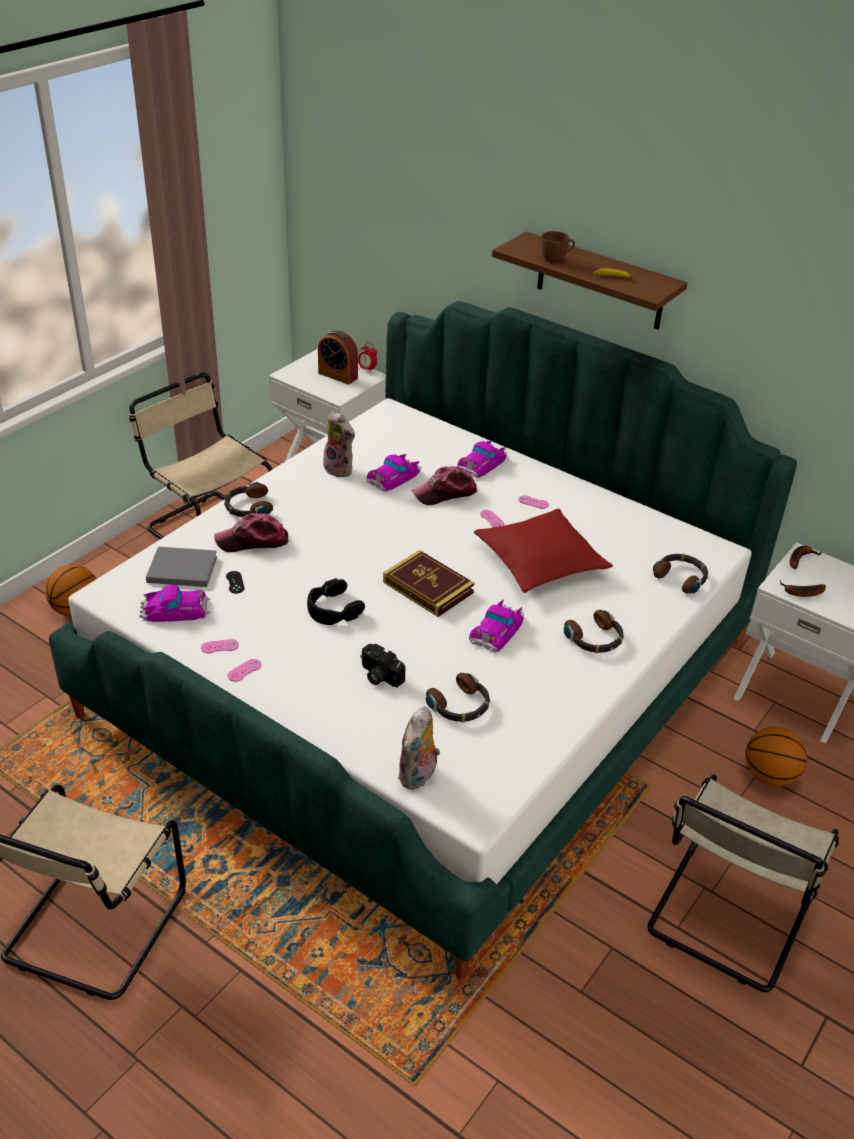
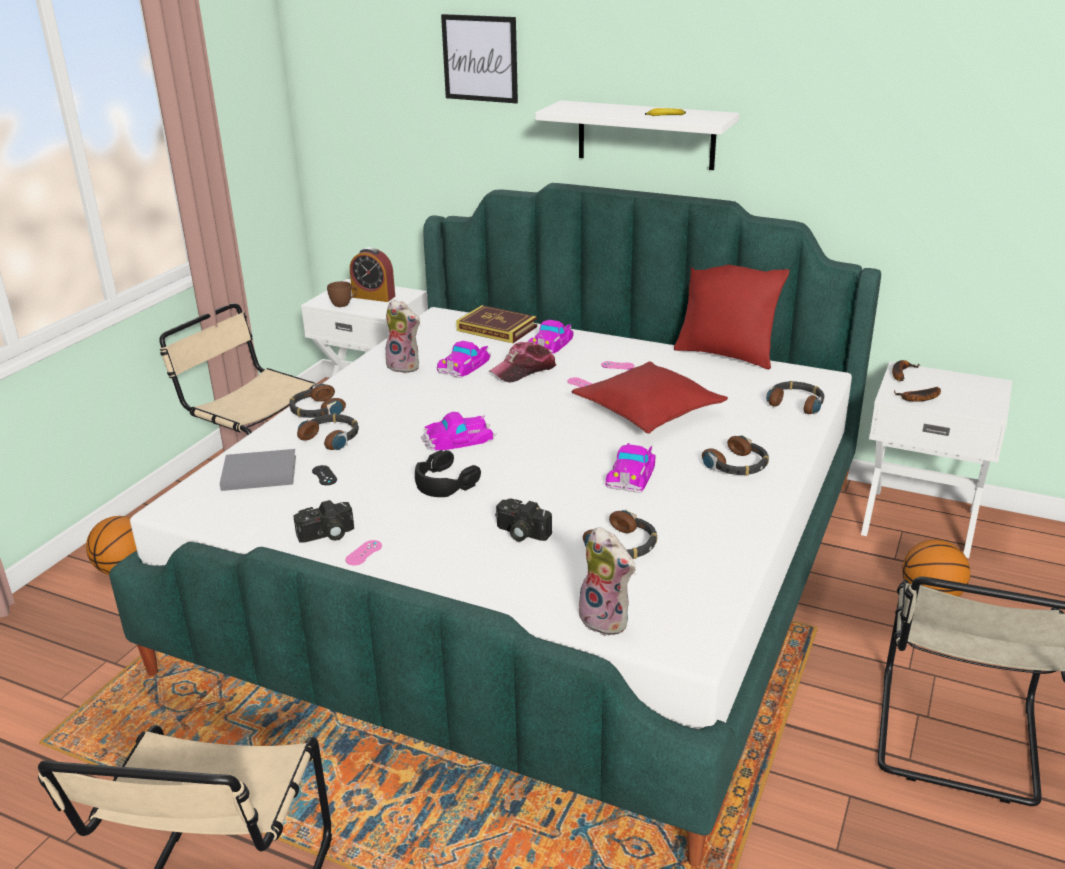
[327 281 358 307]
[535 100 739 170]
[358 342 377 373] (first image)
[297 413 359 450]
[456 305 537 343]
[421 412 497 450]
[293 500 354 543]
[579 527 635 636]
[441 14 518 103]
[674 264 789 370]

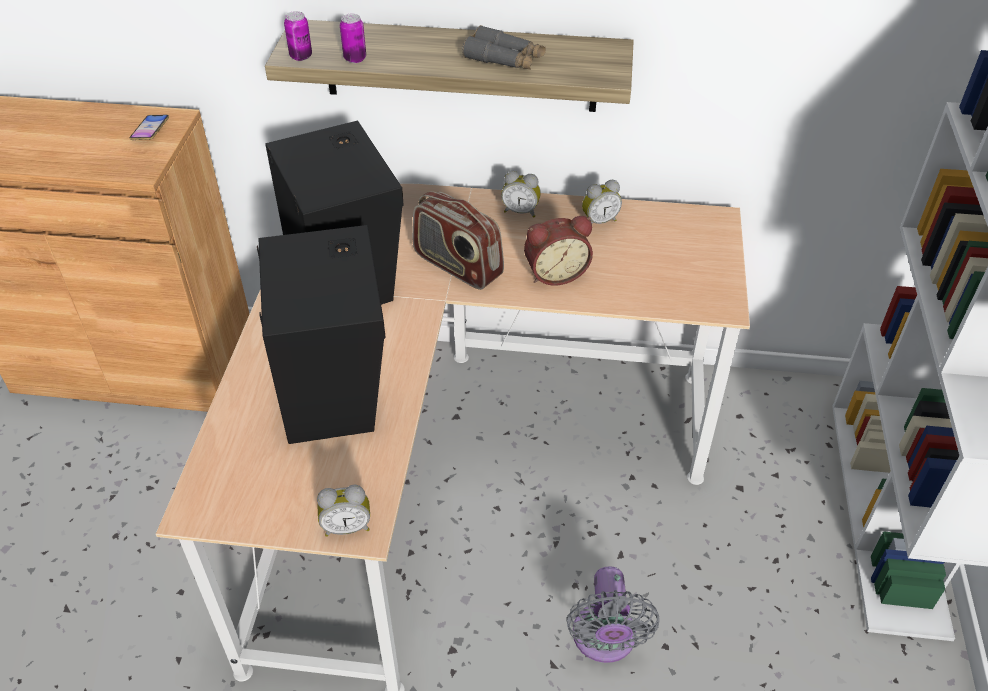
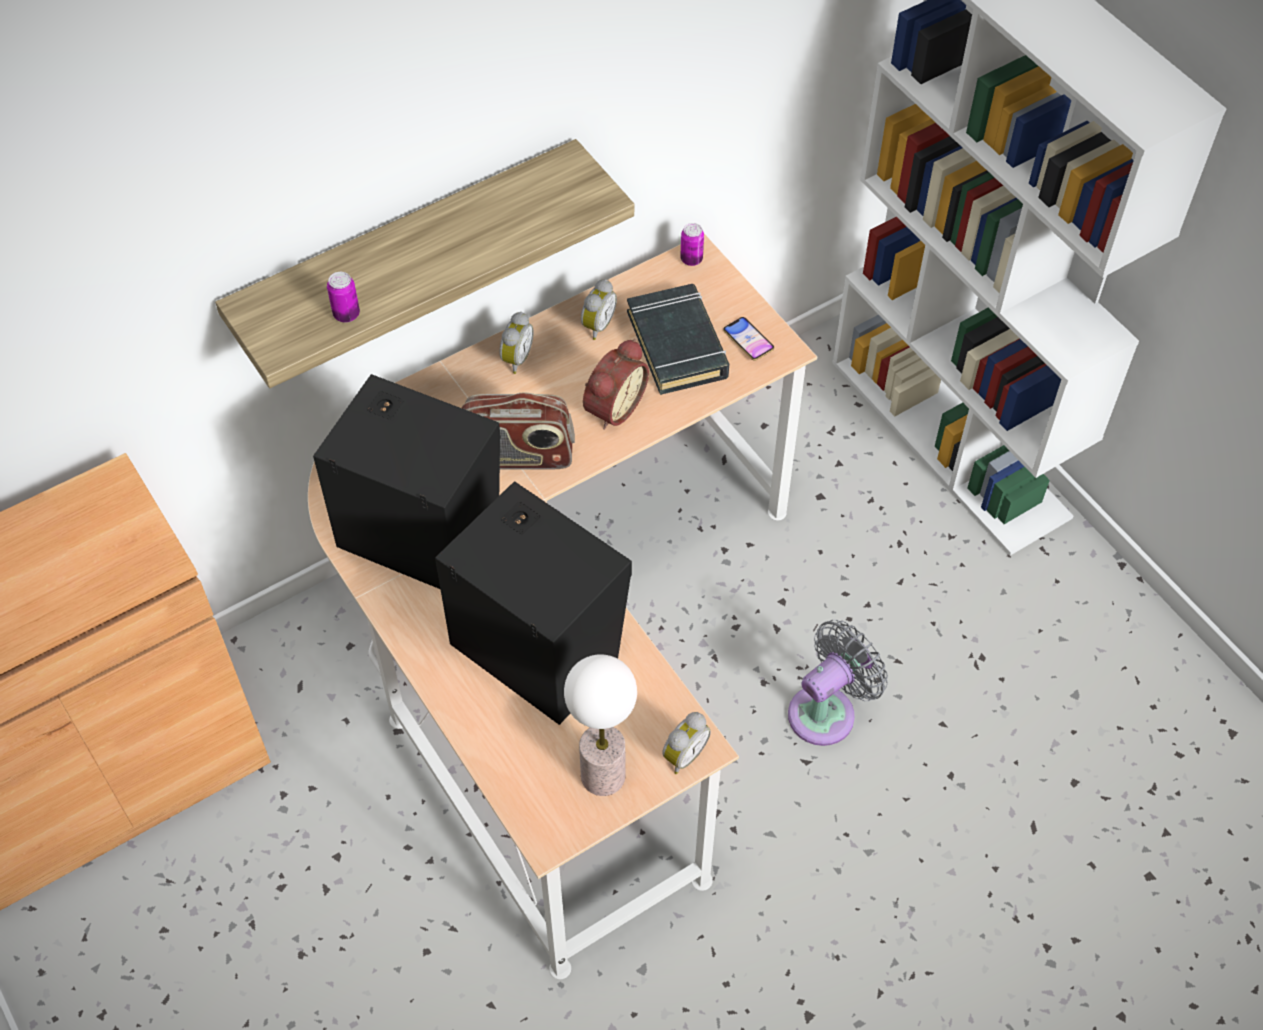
[680 223 704 266]
[462 25 546 70] (first image)
[723 317 775 361]
[500 312 534 374]
[788 620 888 746]
[627 284 729 395]
[564 654 637 796]

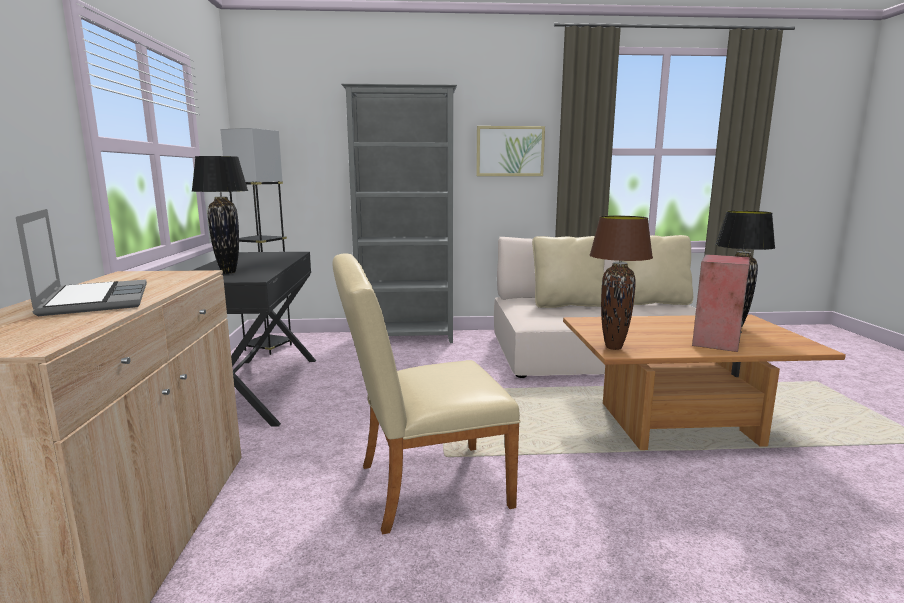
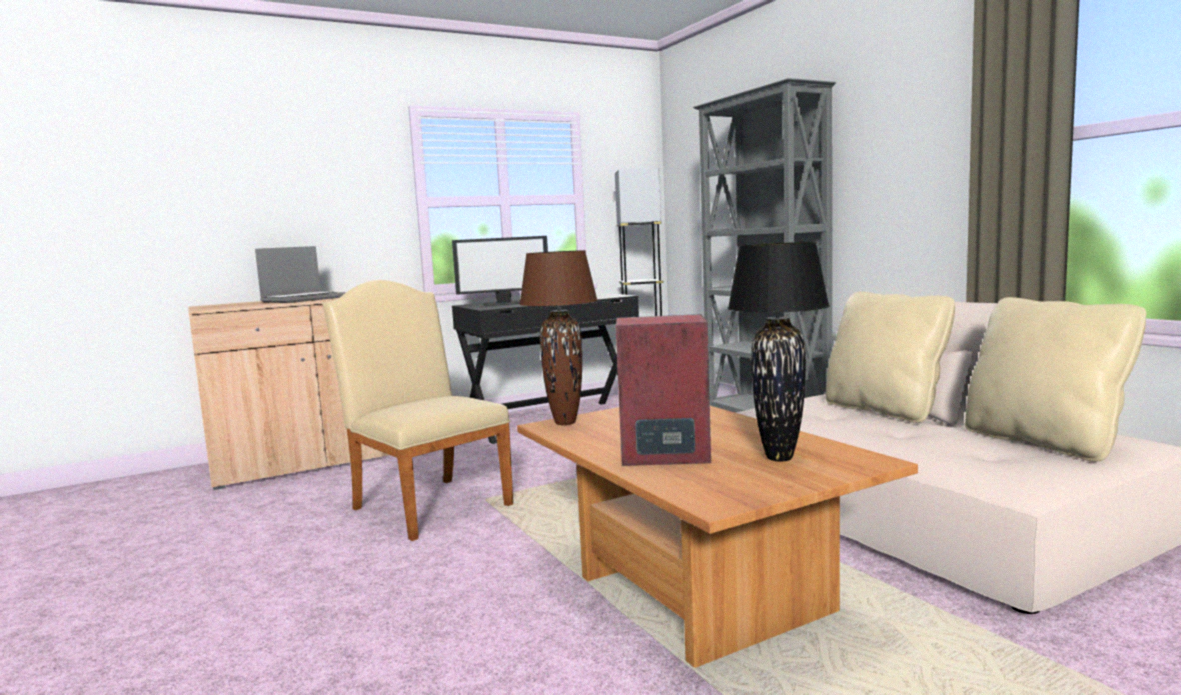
[476 126 545 176] (first image)
[452 236 548 306]

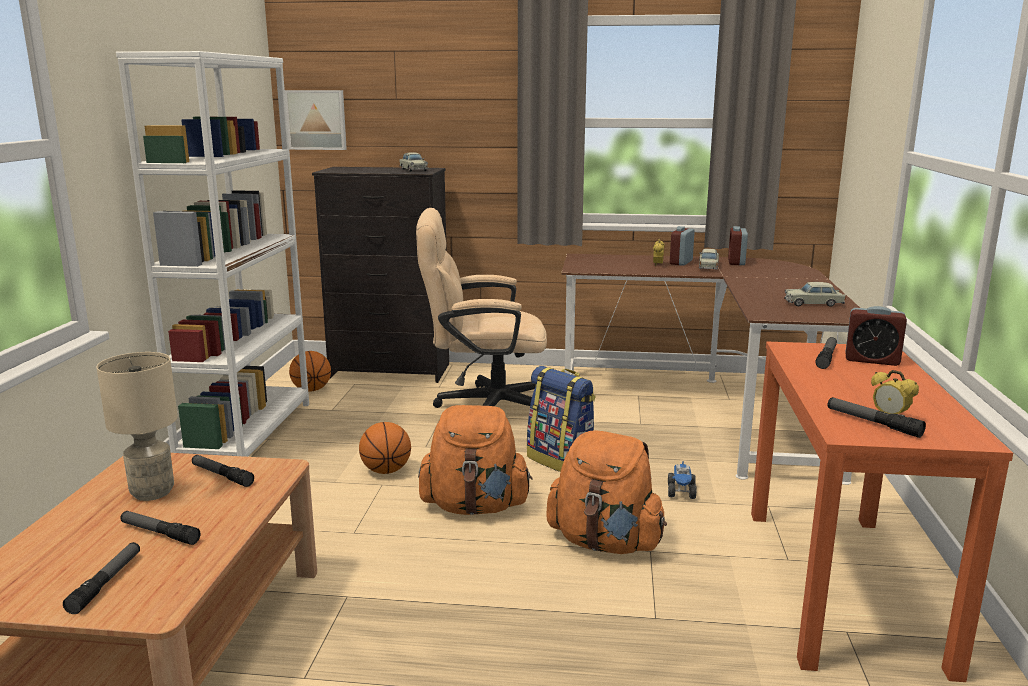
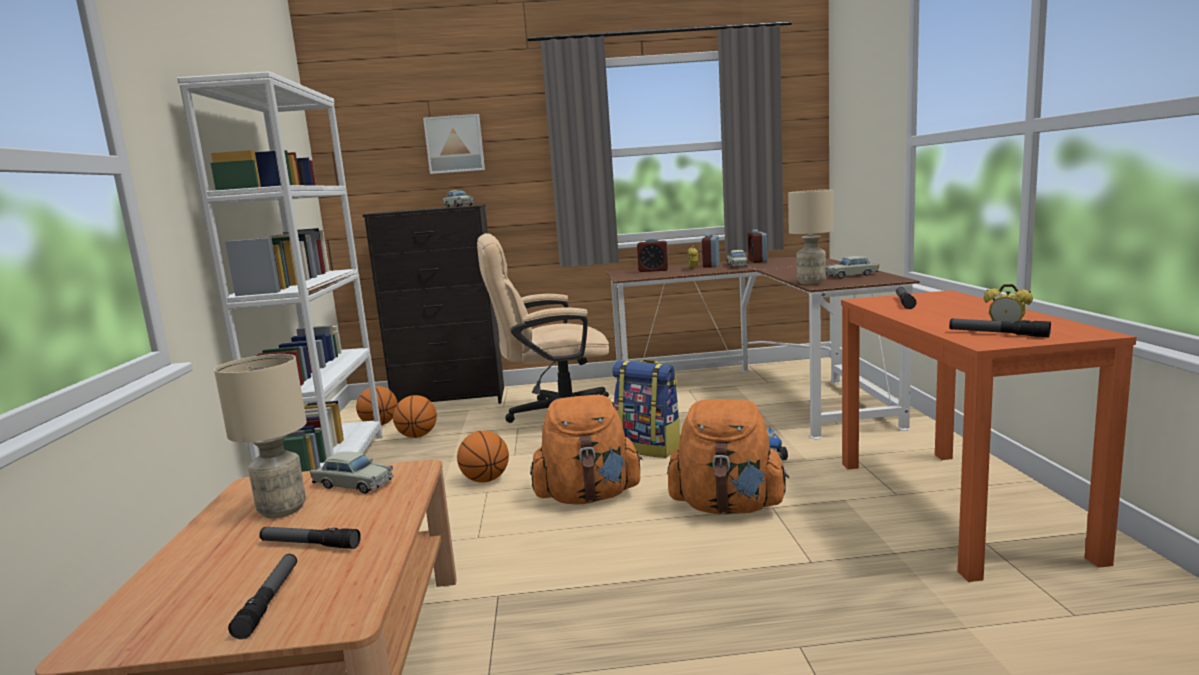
[423 114 485 174]
[637 238 668 272]
[310 452 393 494]
[788 189 833 285]
[393 395 437 438]

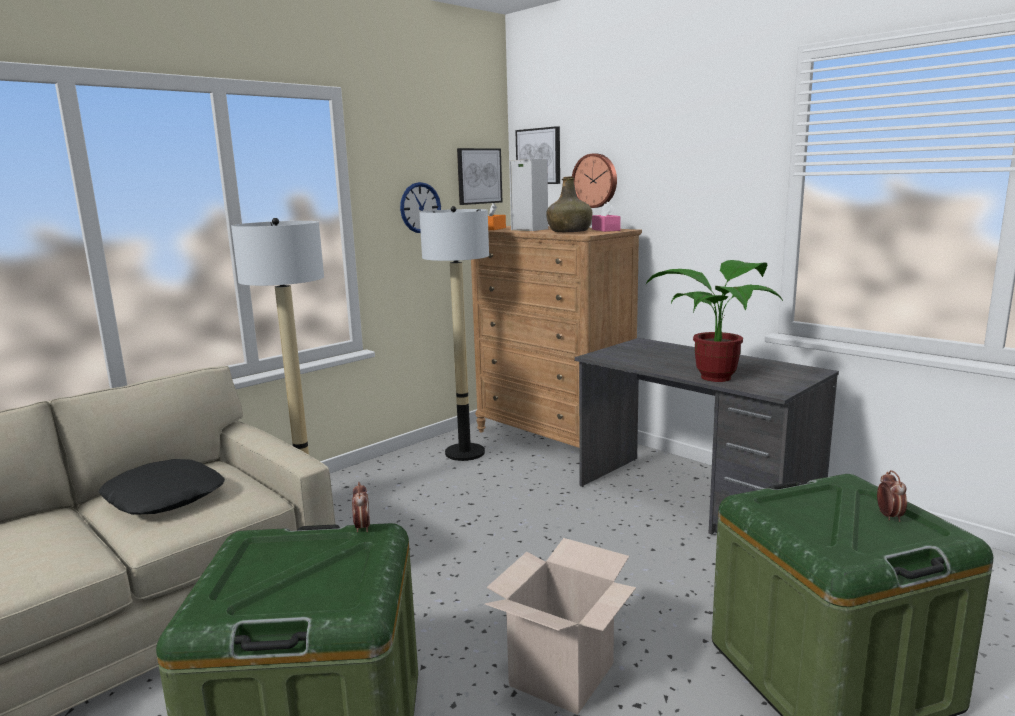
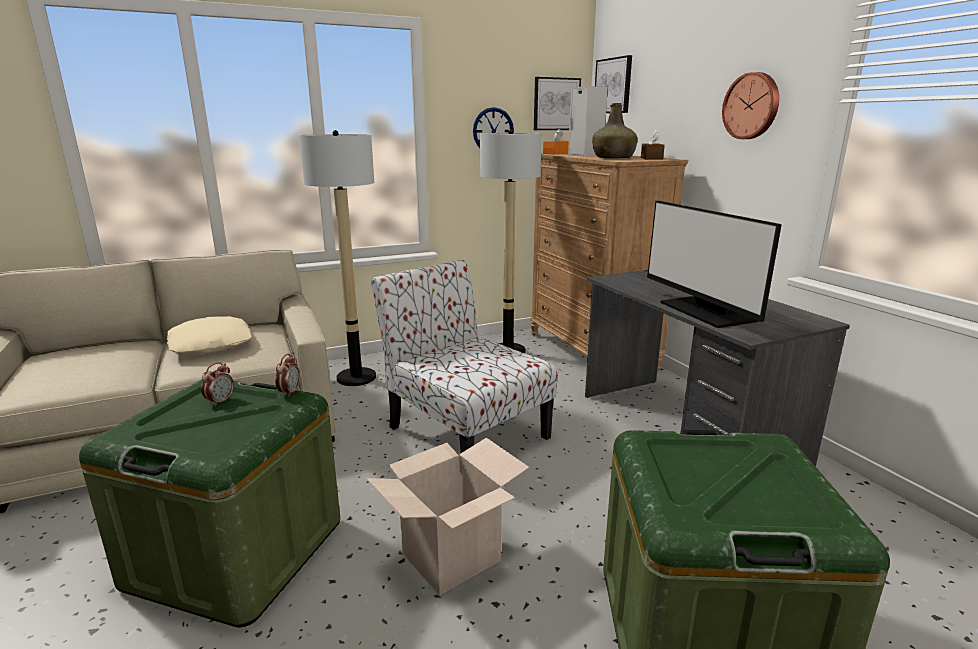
[722 72 779 139]
[641 130 665 160]
[647 201 782 328]
[167 316 252 354]
[201 362 234 406]
[371 260 557 453]

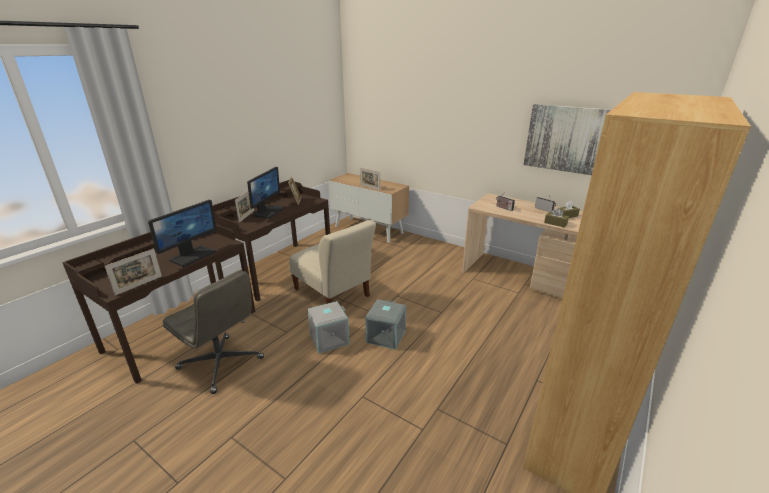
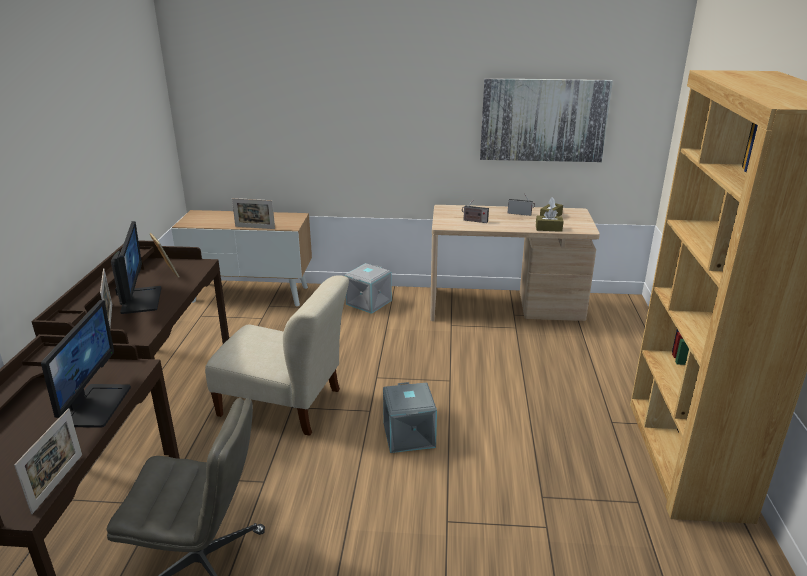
[345 263 392 314]

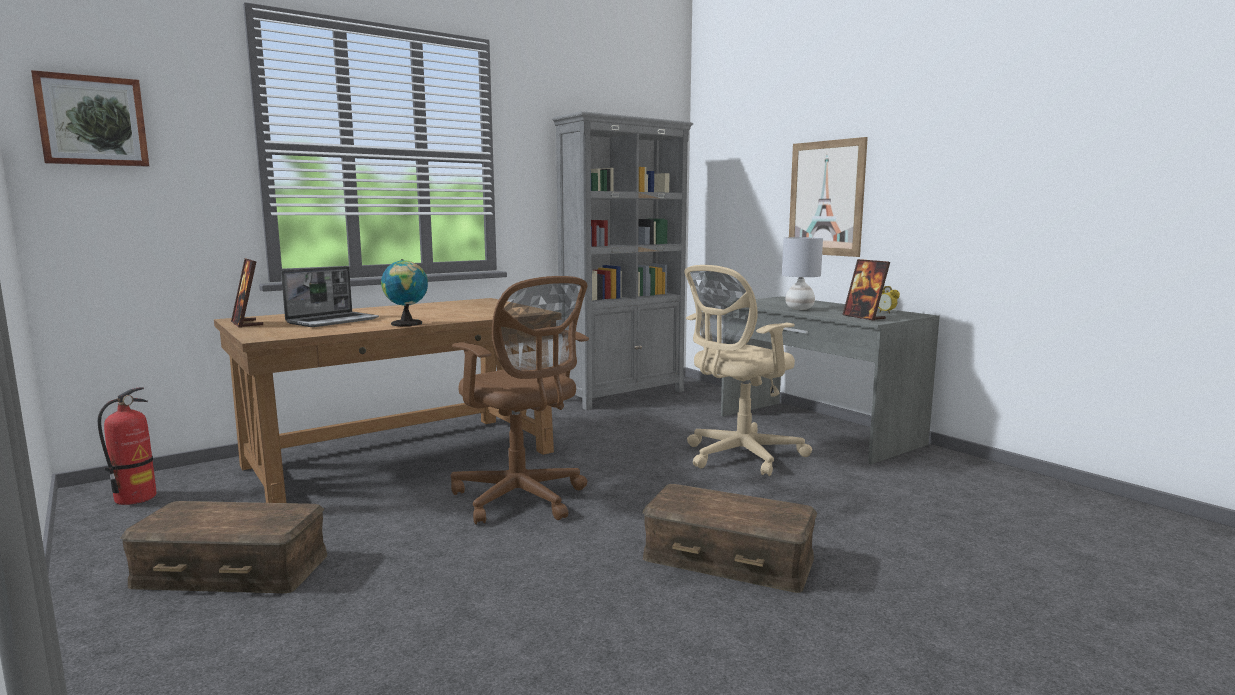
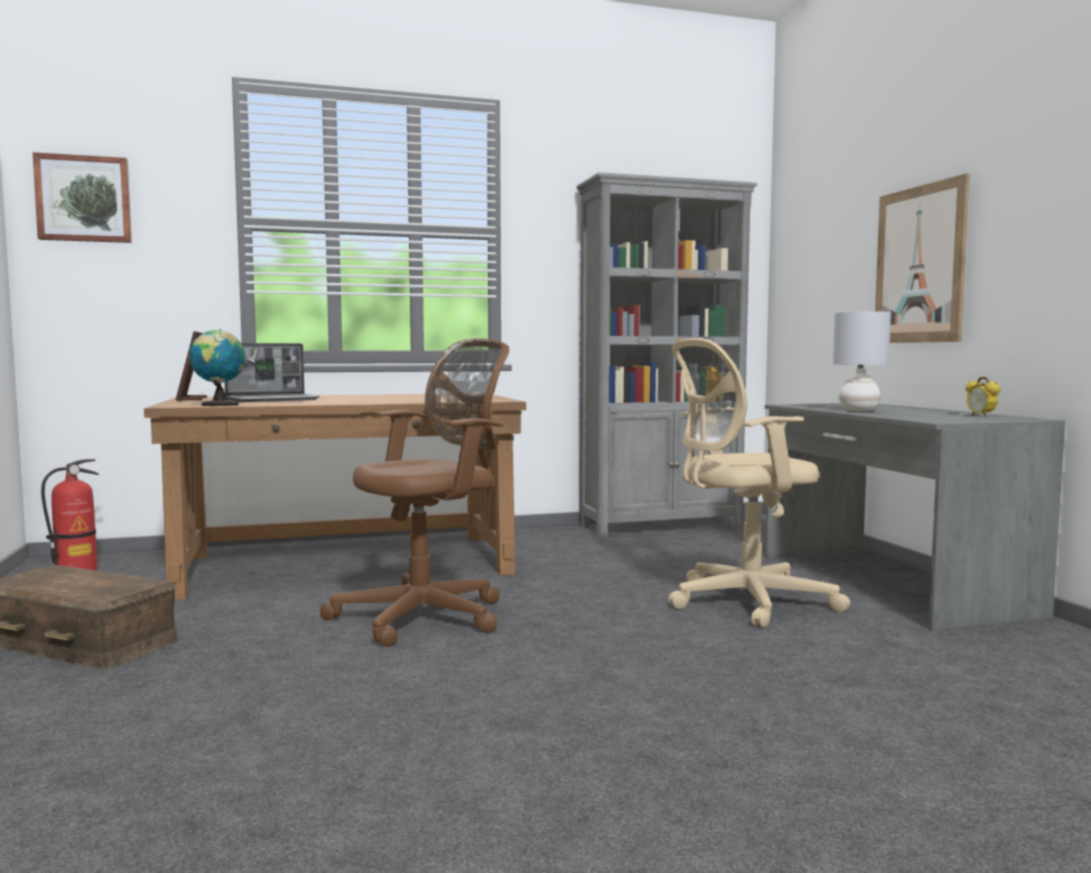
[189 329 246 406]
[842 259 890 321] (first image)
[320 338 509 646]
[643 484 817 593] (first image)

